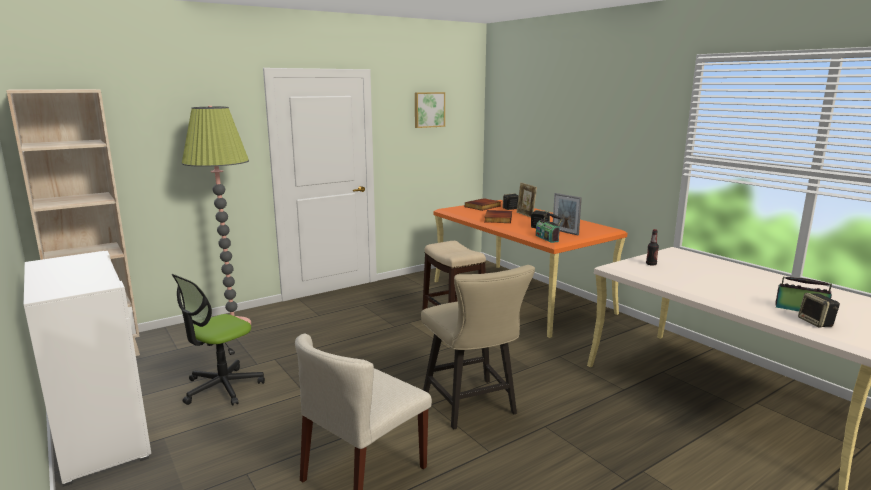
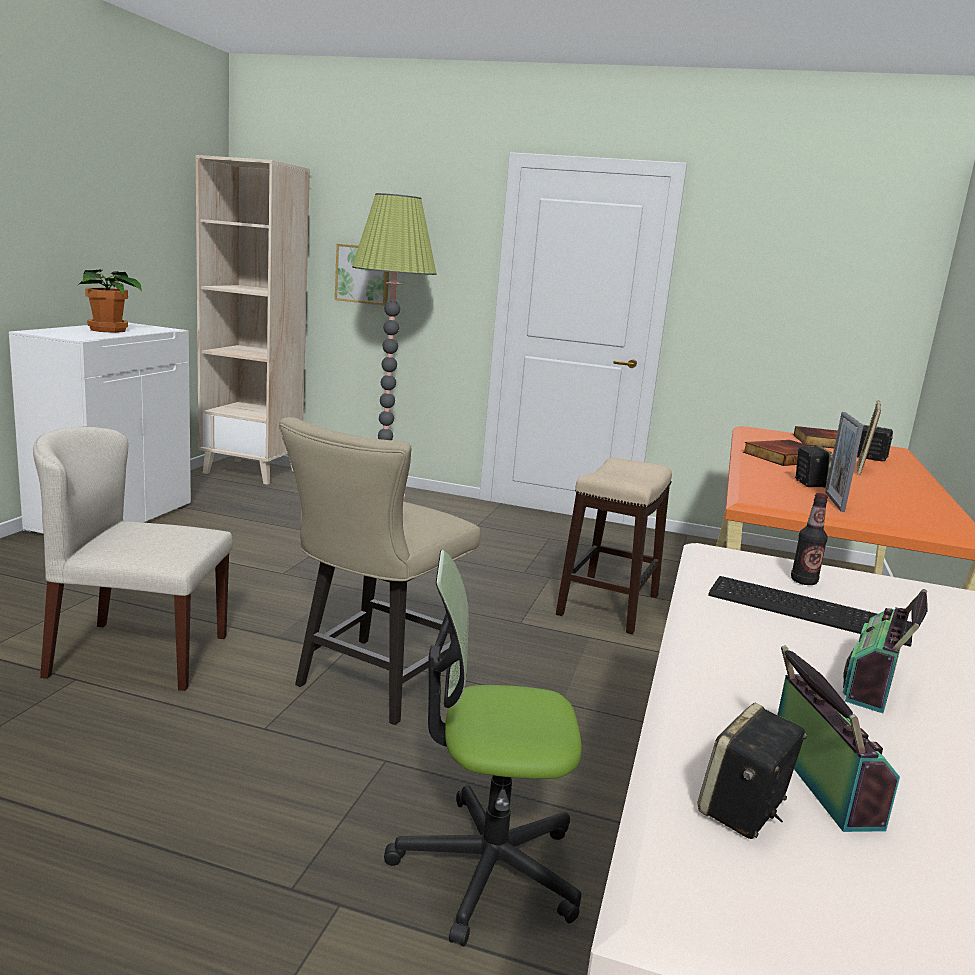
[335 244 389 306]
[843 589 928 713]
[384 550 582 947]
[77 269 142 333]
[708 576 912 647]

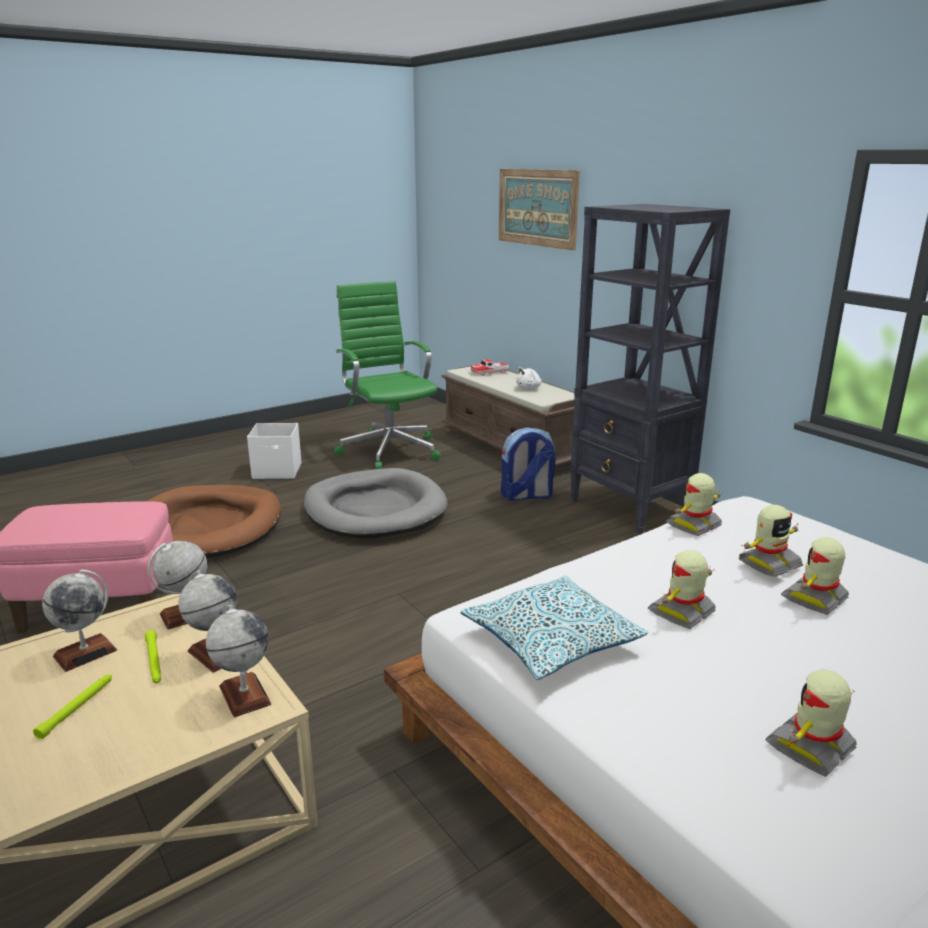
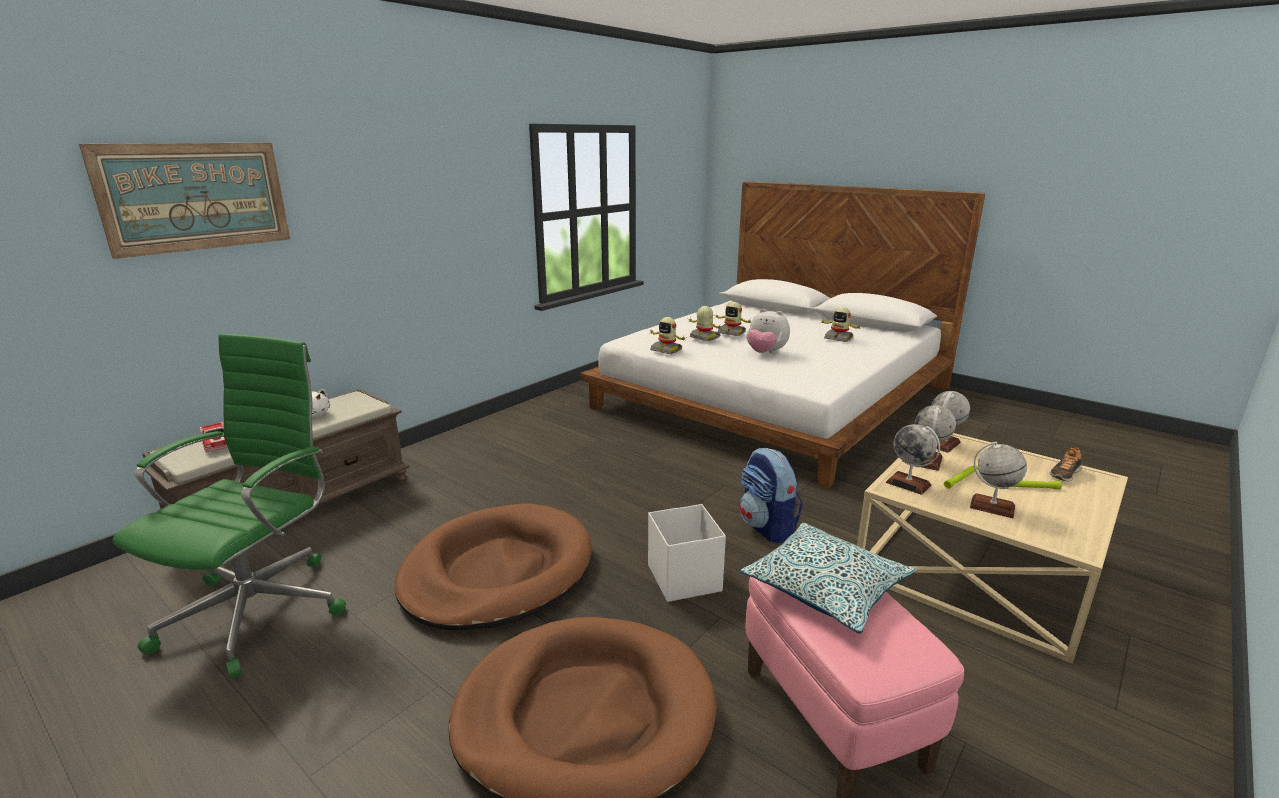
[570 204 730 534] (first image)
[113 334 346 679]
[648 504 726 602]
[740 448 803 543]
[394 504 591 630]
[747 309 790 354]
[740 523 916 634]
[1050 448 1082 481]

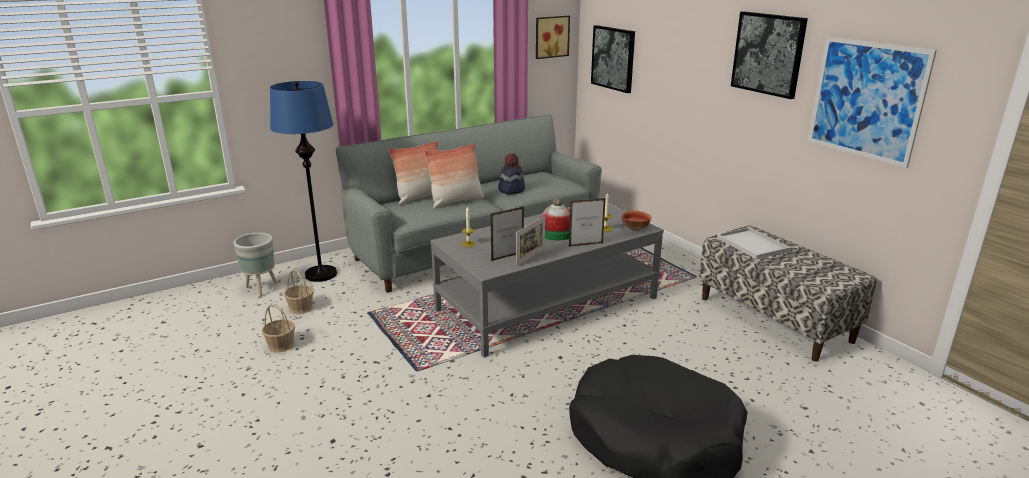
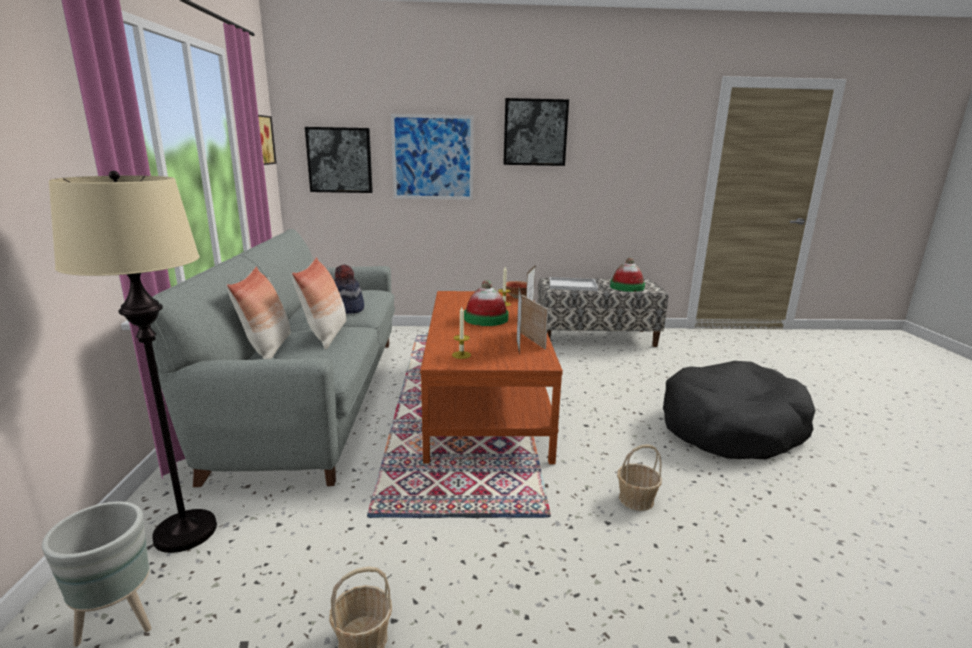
[391 114 474 200]
[49 171 217 553]
[420 291 563 464]
[617 445 662 511]
[610 258 645 292]

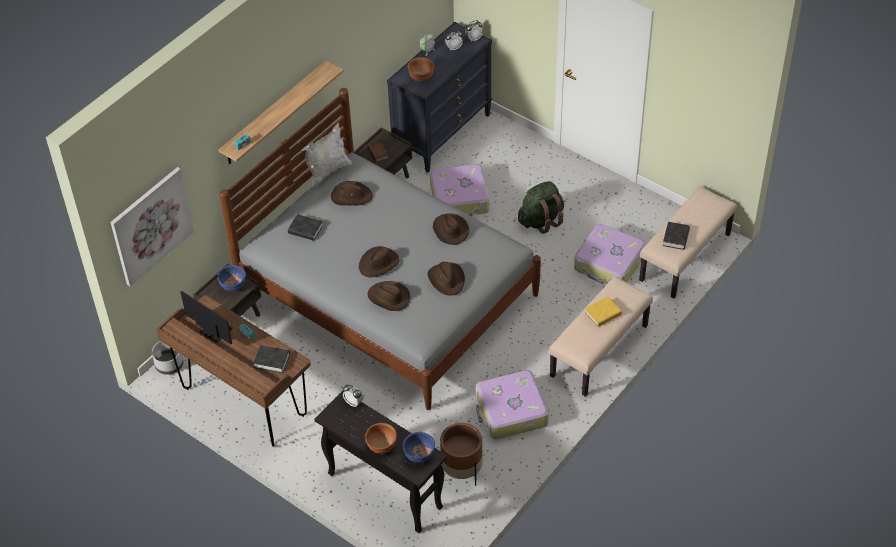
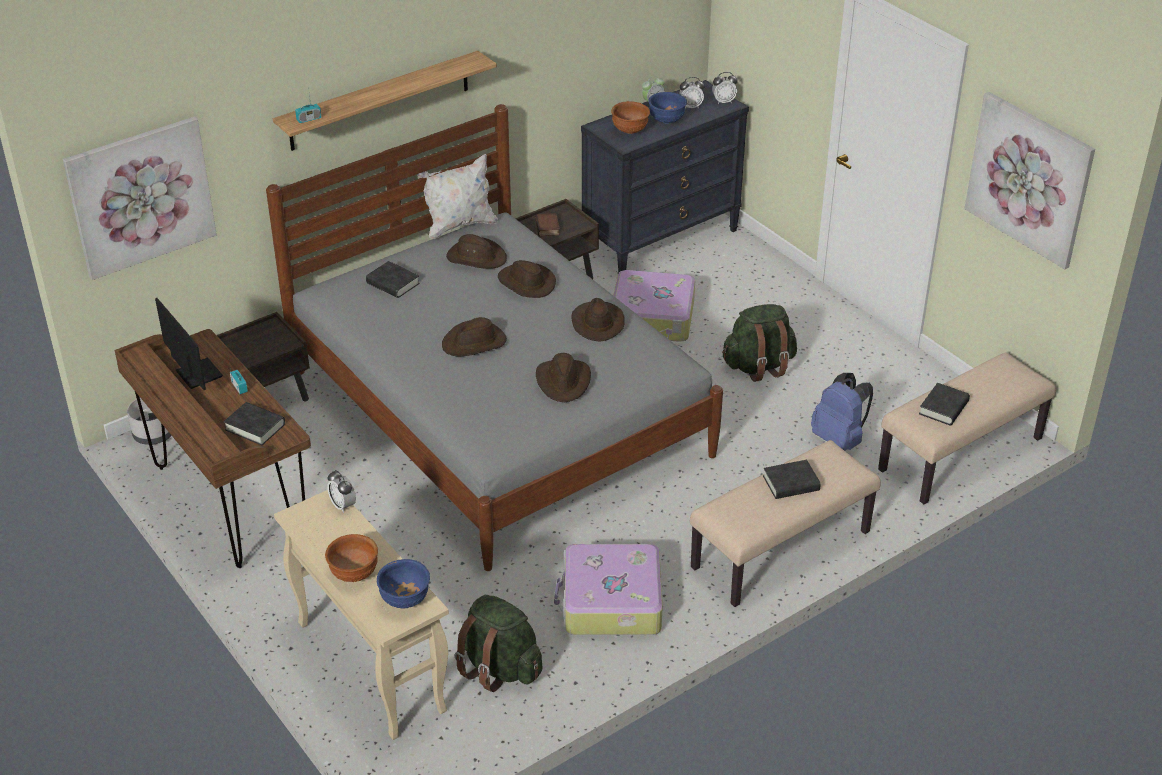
[811 373 873 451]
[649 92 687 124]
[498 260 556 298]
[763 460 821 499]
[274 490 449 740]
[455 595 542 692]
[964 92 1095 269]

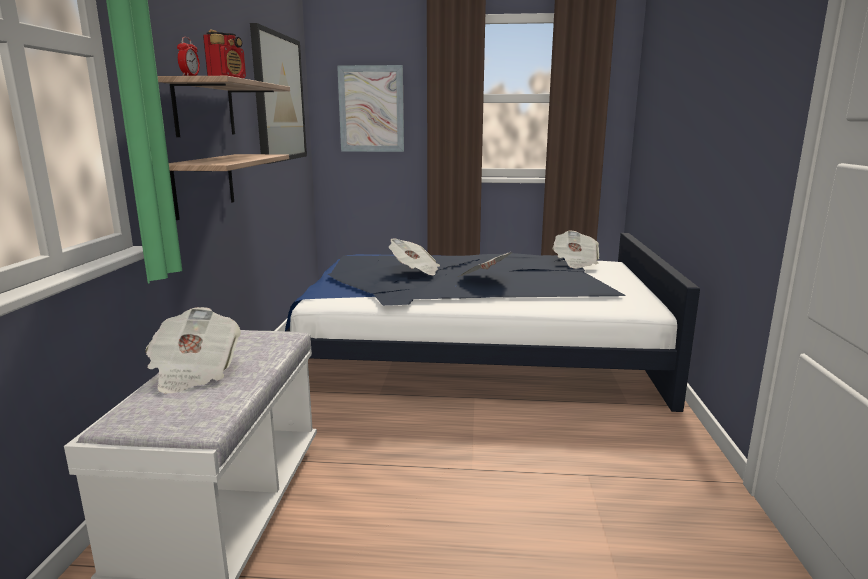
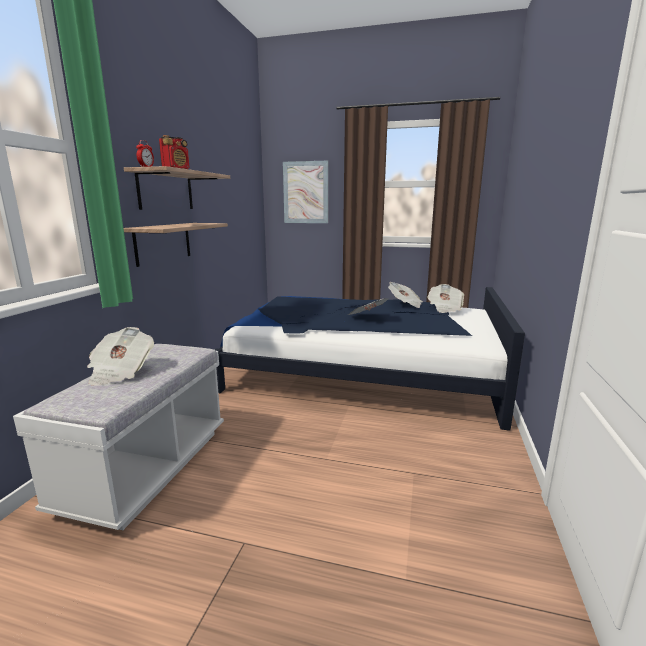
[250 23 307 164] (first image)
[388 282 423 308]

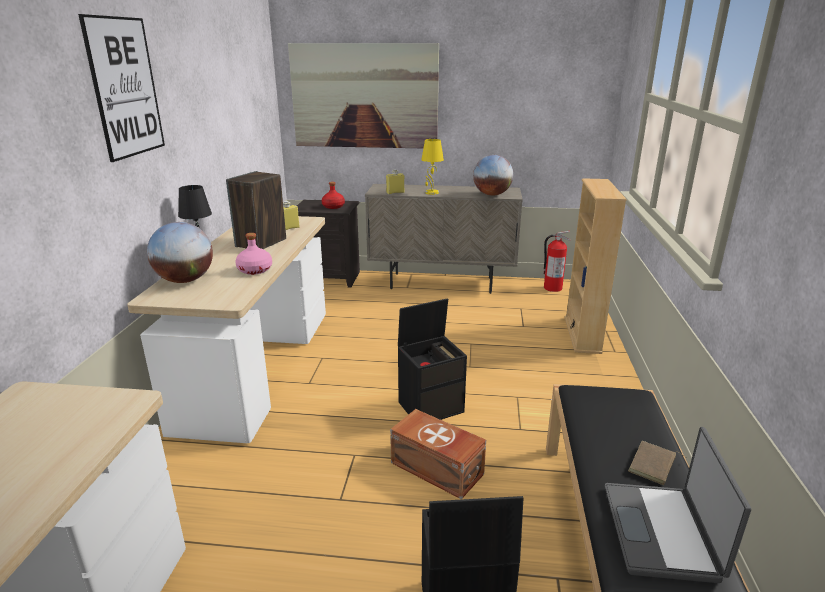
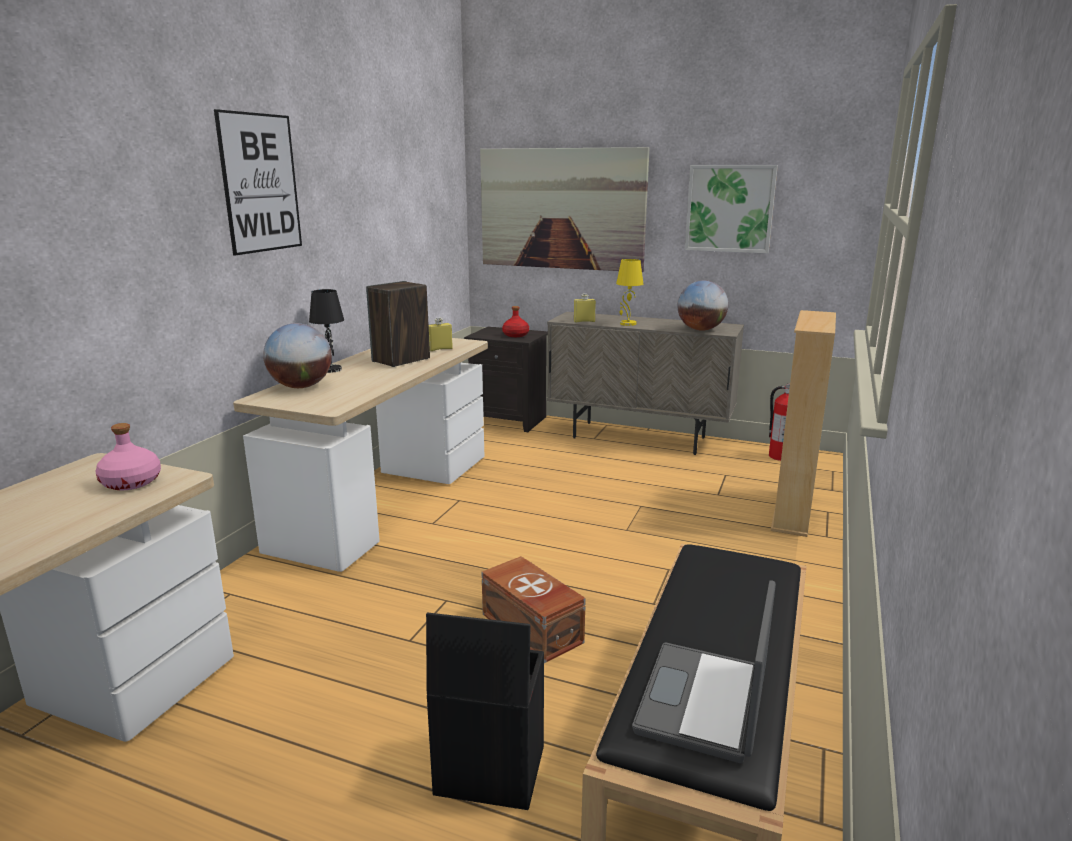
[95 423 161 490]
[398 298 467 420] (first image)
[628 441 688 485] (first image)
[685 165 778 253]

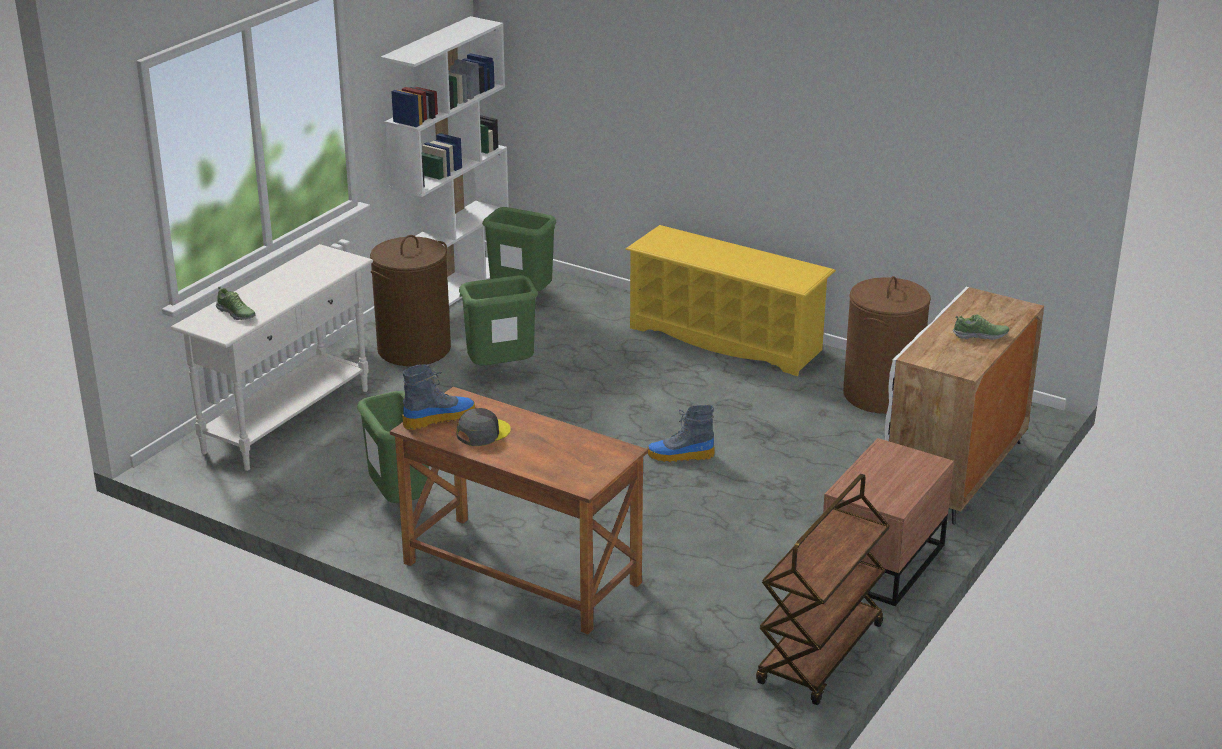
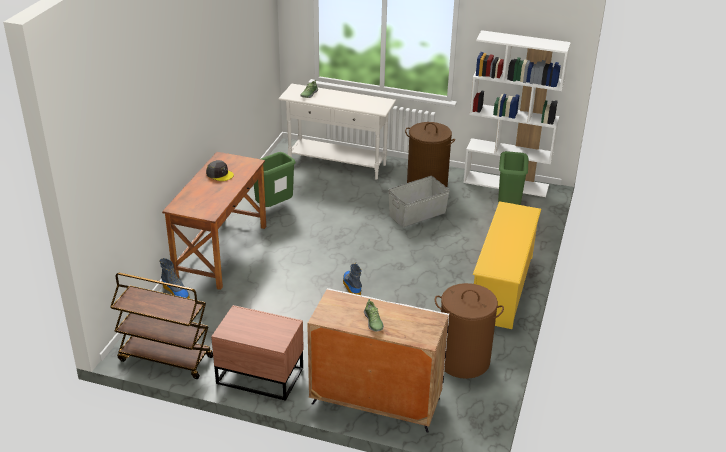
[388 176 450 227]
[159 258 190 299]

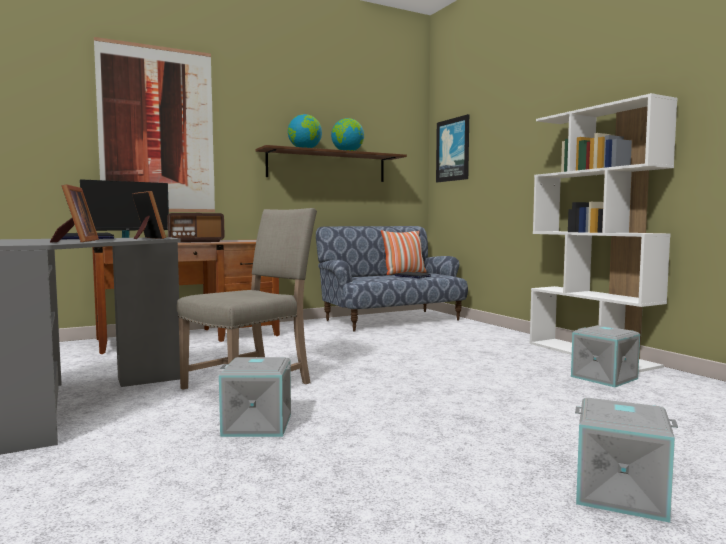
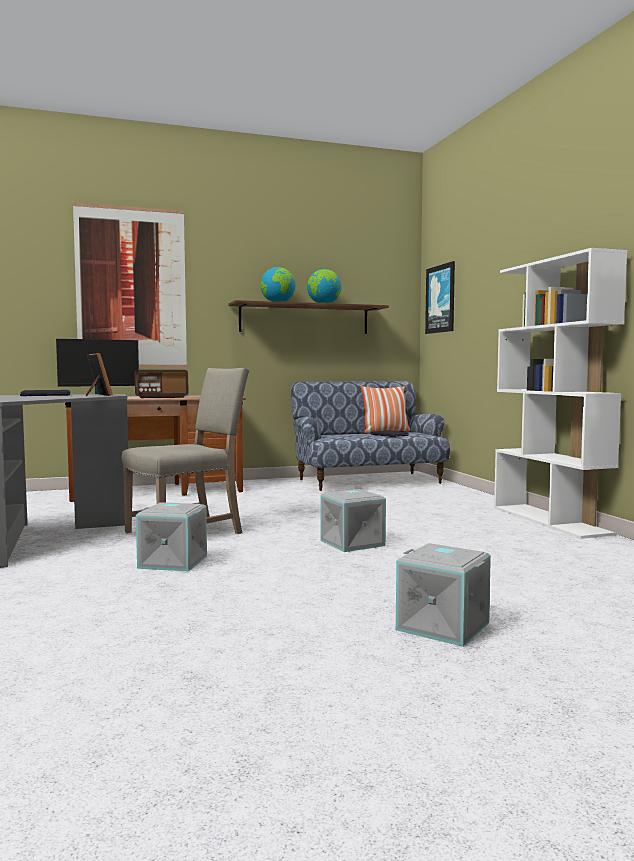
[50 184 99 243] (first image)
[321 489 386 552]

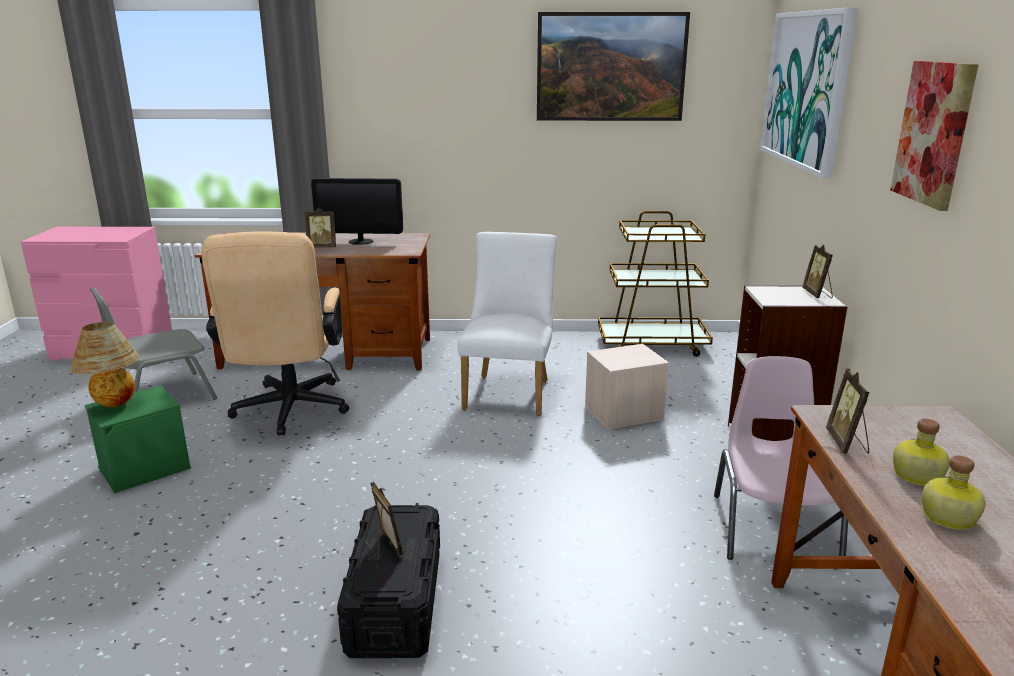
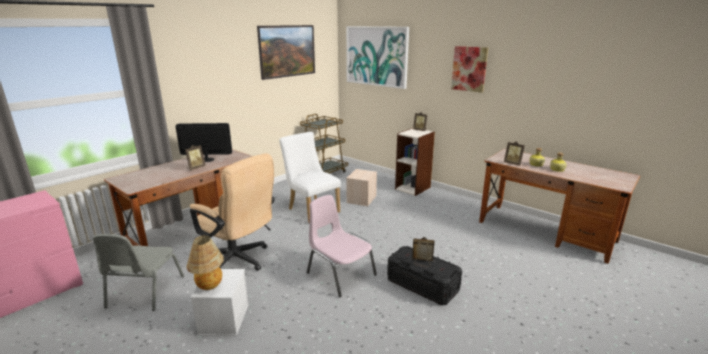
[176 123 232 162]
[307 195 377 297]
[191 269 249 336]

